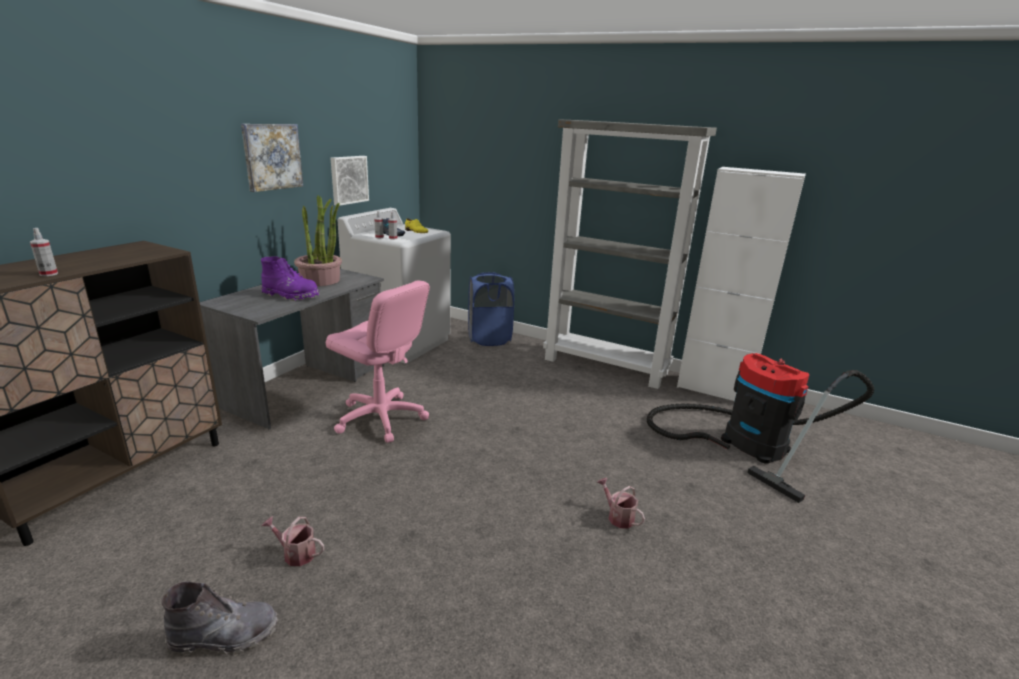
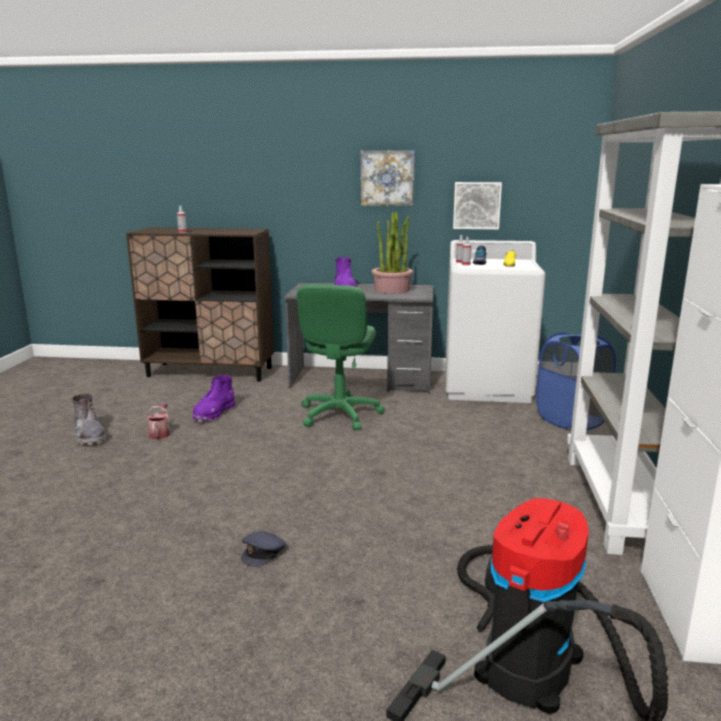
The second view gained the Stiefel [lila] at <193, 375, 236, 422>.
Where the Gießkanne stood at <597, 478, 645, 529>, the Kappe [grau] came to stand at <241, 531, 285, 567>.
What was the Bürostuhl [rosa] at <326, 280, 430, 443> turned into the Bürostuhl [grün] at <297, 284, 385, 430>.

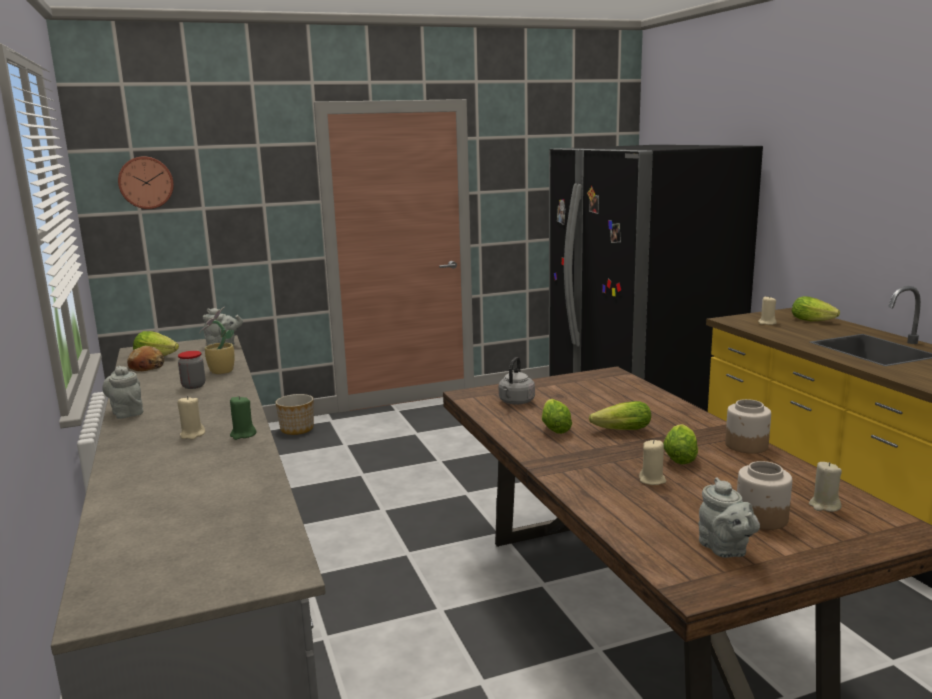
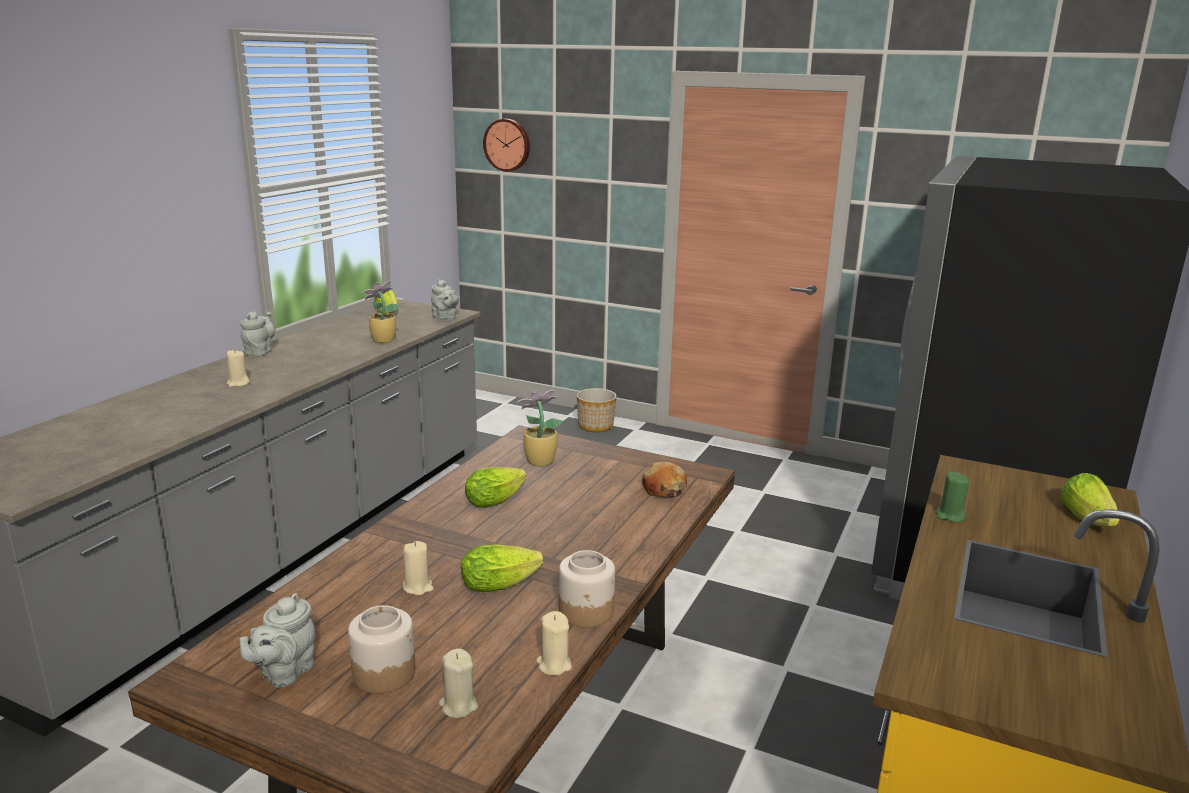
Where the Wasserkessel [grau] stood at <499, 357, 535, 404>, the Topfpflanze came to stand at <517, 390, 563, 466>.
The Kerze [beige] ended up elsewhere, having gone from <758, 296, 777, 325> to <536, 611, 572, 676>.
The Brot ended up elsewhere, having gone from <127, 346, 164, 371> to <642, 462, 687, 498>.
The Kerze [grün] ended up elsewhere, having gone from <230, 396, 256, 440> to <935, 471, 970, 522>.
The second view lost the Vorratsglas at <178, 351, 205, 389>.
The second view lost the Salatkopf at <589, 401, 651, 430>.

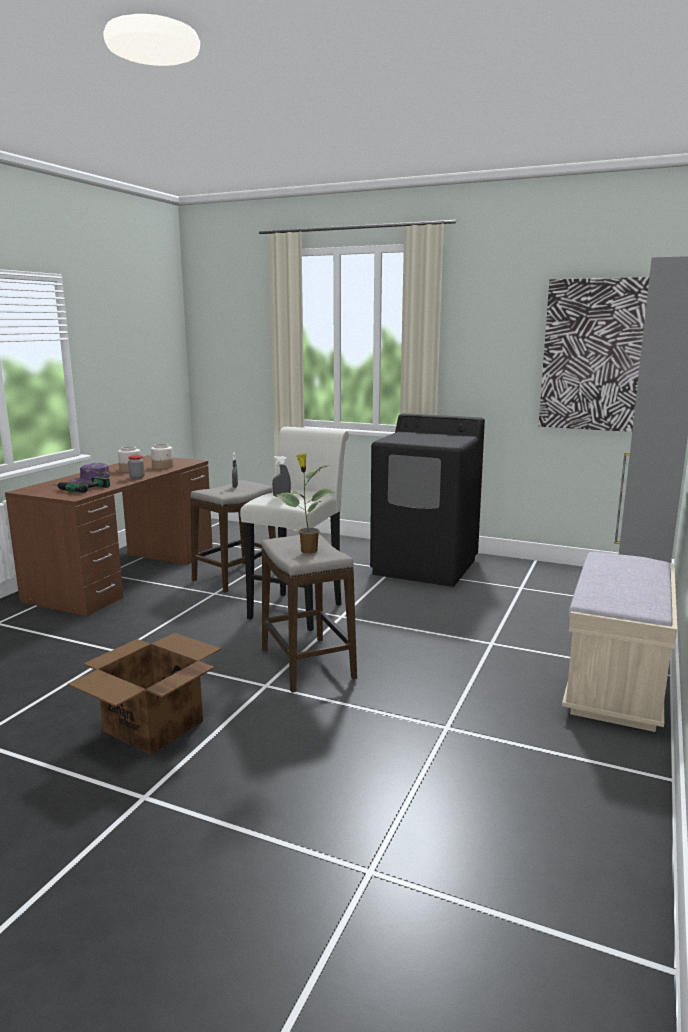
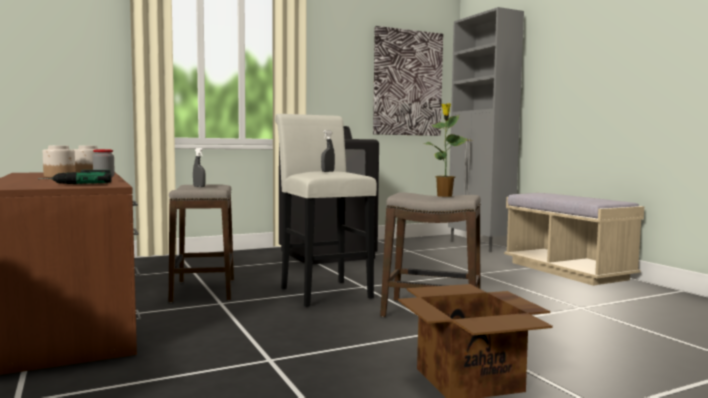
The second view lost the Kappe [lila] at <69, 463, 110, 483>.

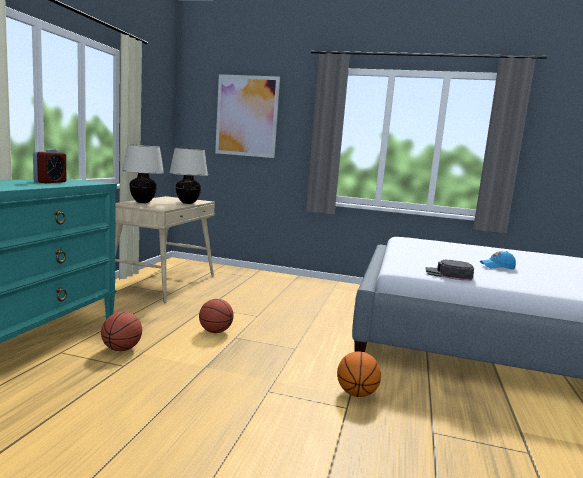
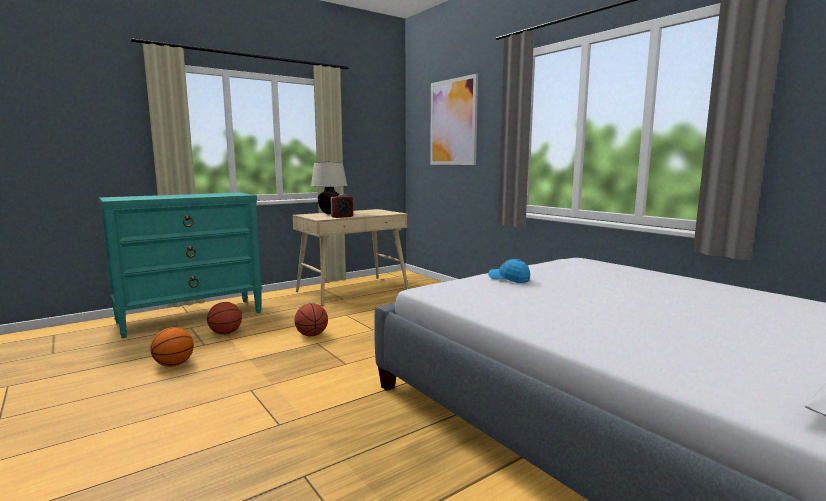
The Basketball ended up elsewhere, having gone from <337, 351, 381, 397> to <150, 327, 194, 367>.
The Wecker ended up elsewhere, having gone from <33, 149, 66, 183> to <331, 194, 353, 218>.
The Kappe [blau] ended up elsewhere, having gone from <480, 251, 516, 270> to <488, 259, 530, 283>.
The second view lost the Tischlampe [beige] at <169, 148, 208, 204>.
The second view lost the Kappe [schwarz] at <426, 259, 474, 281>.

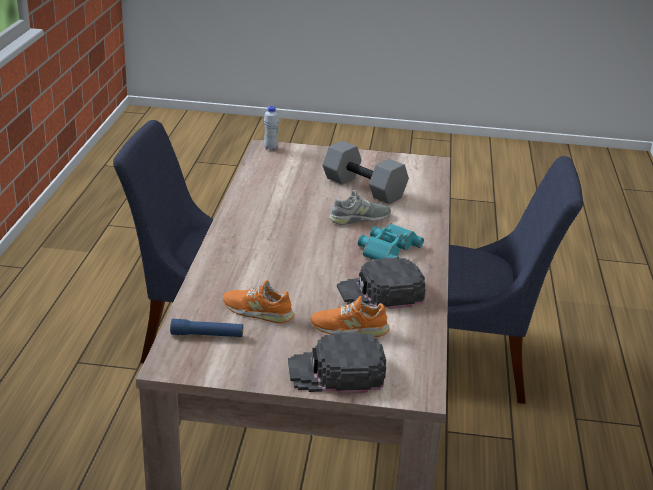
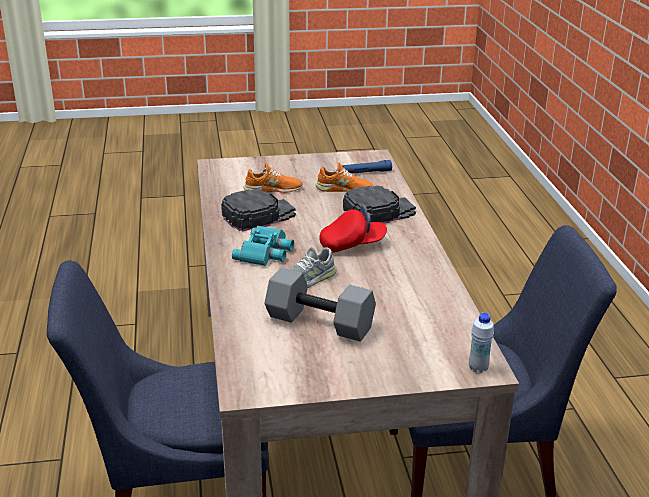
The second view gained the Kappe [rot] at <319, 205, 387, 252>.
The Kappe [schwarz] ended up elsewhere, having gone from <288, 332, 386, 393> to <343, 185, 416, 224>.

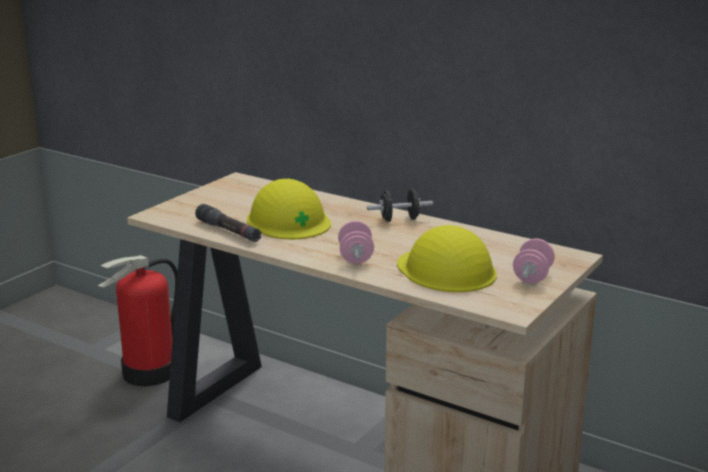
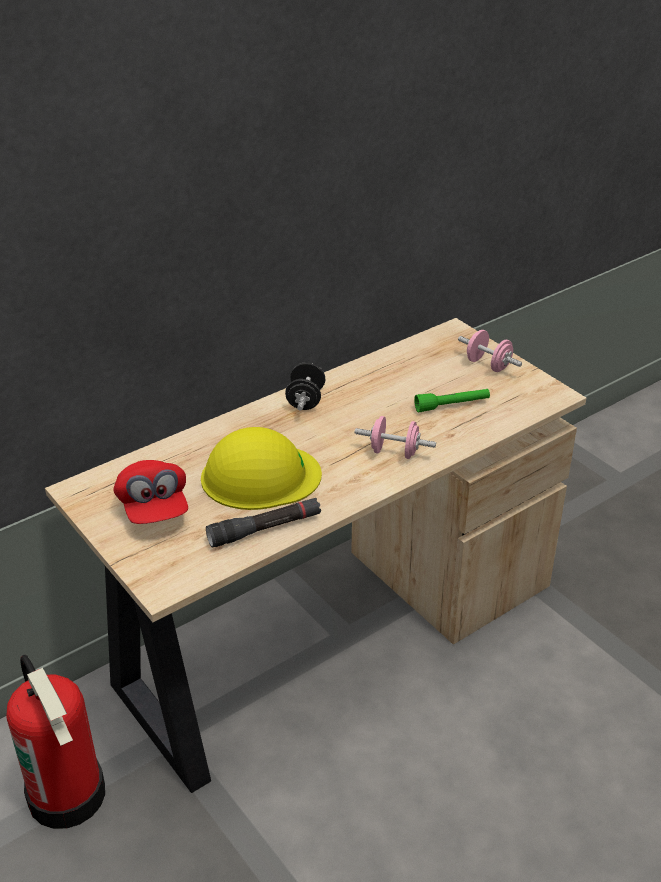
The second view gained the Kappe [rot] at <114, 460, 188, 524>.
Where the Schutzhelm [gelb] stood at <397, 225, 497, 292>, the Taschenlampe [grün] came to stand at <414, 389, 490, 413>.

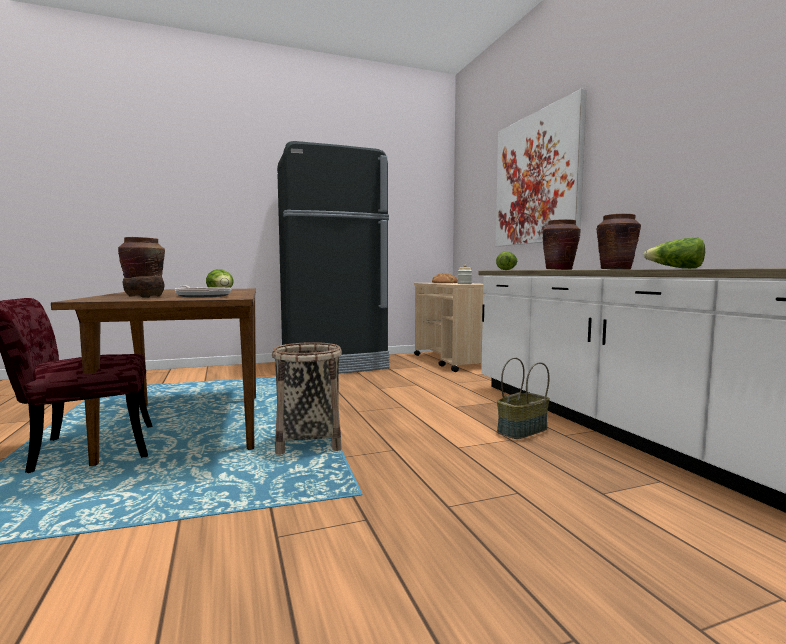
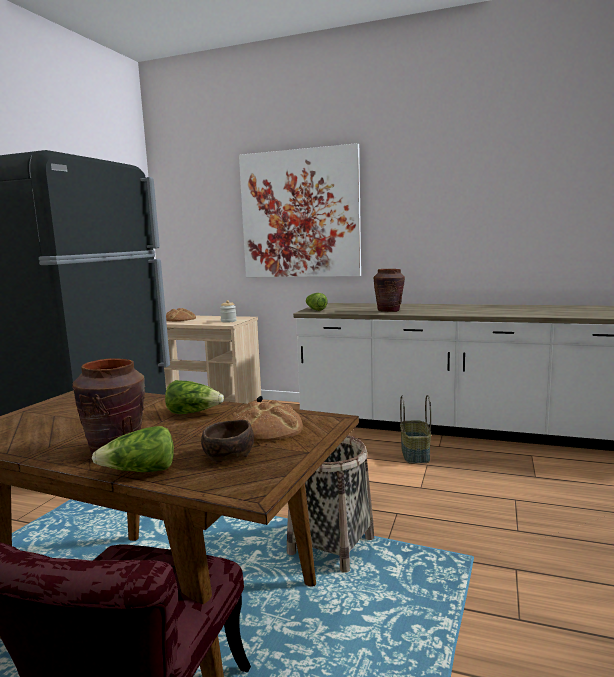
The Salatkopf ended up elsewhere, having gone from <643, 238, 705, 269> to <92, 426, 174, 472>.
Where the Pfanne stood at <175, 285, 231, 297>, the Brot came to stand at <232, 400, 303, 441>.
The second view lost the Vase [braun] at <596, 214, 641, 270>.

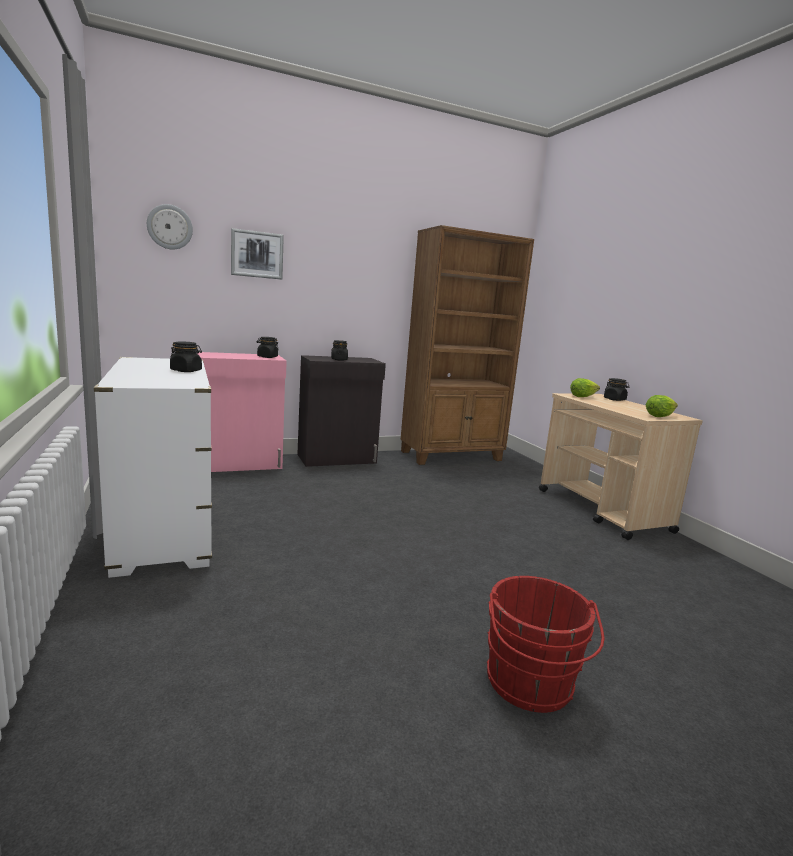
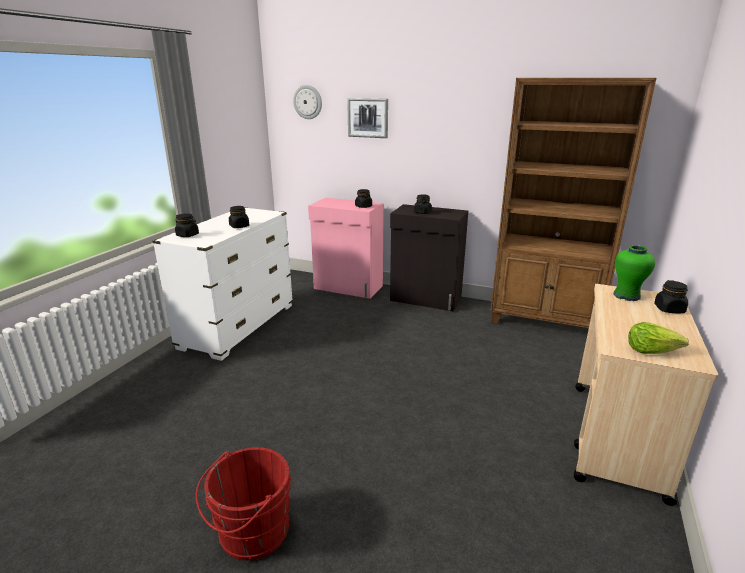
The second view gained the Vorratsglas [schwarz] at <175, 213, 199, 237>.
Where the Salatkopf stood at <570, 378, 600, 397>, the Vase [grün] came to stand at <613, 245, 655, 301>.

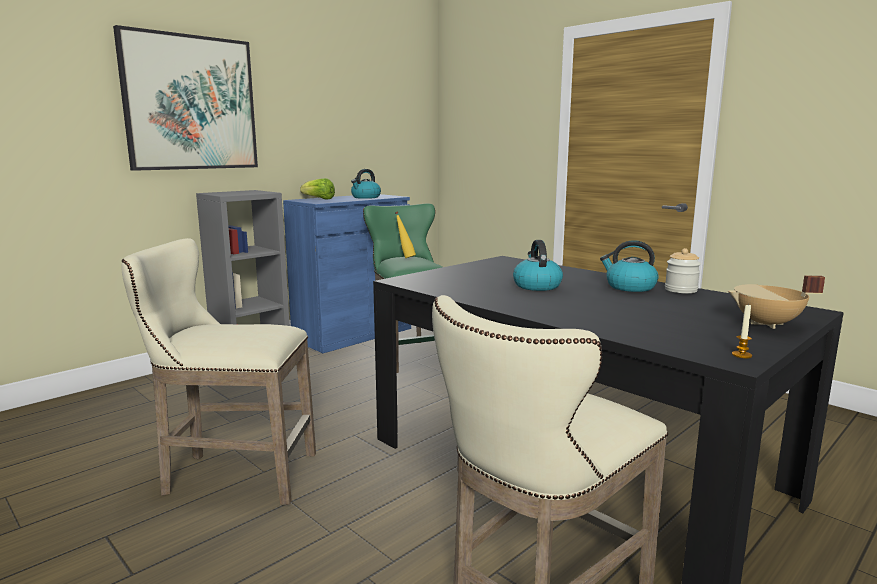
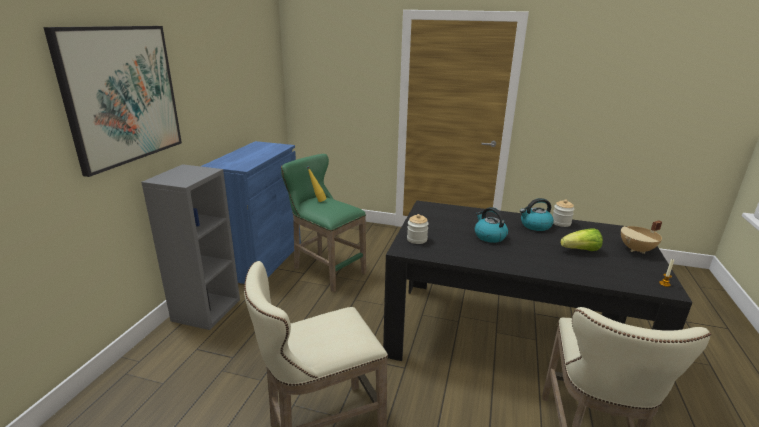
The second view gained the Vorratsglas at <407, 214, 429, 244>.
The Salatkopf ended up elsewhere, having gone from <300, 178, 335, 200> to <560, 228, 603, 251>.
The second view lost the Wasserkessel at <351, 169, 381, 199>.

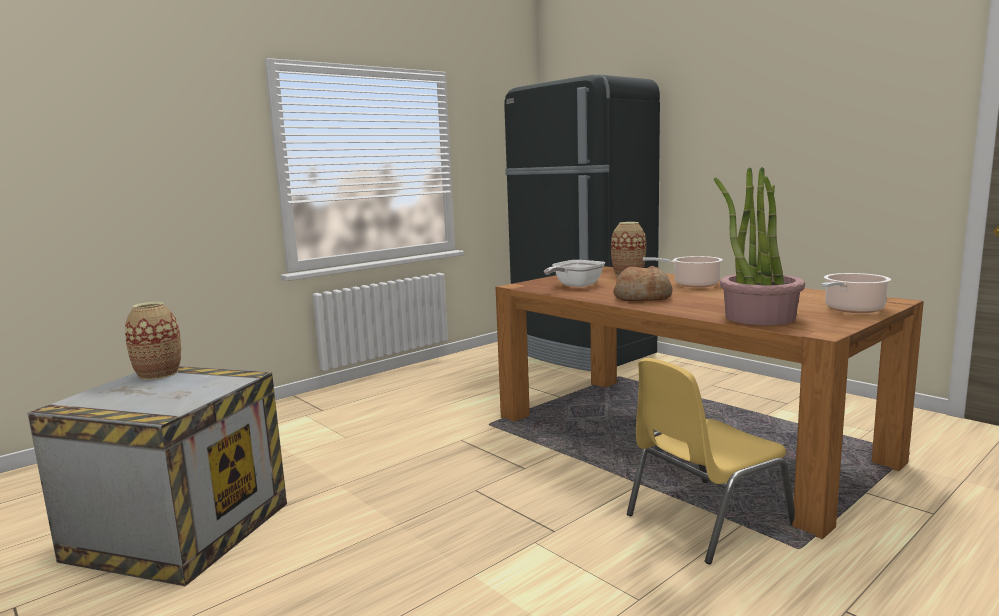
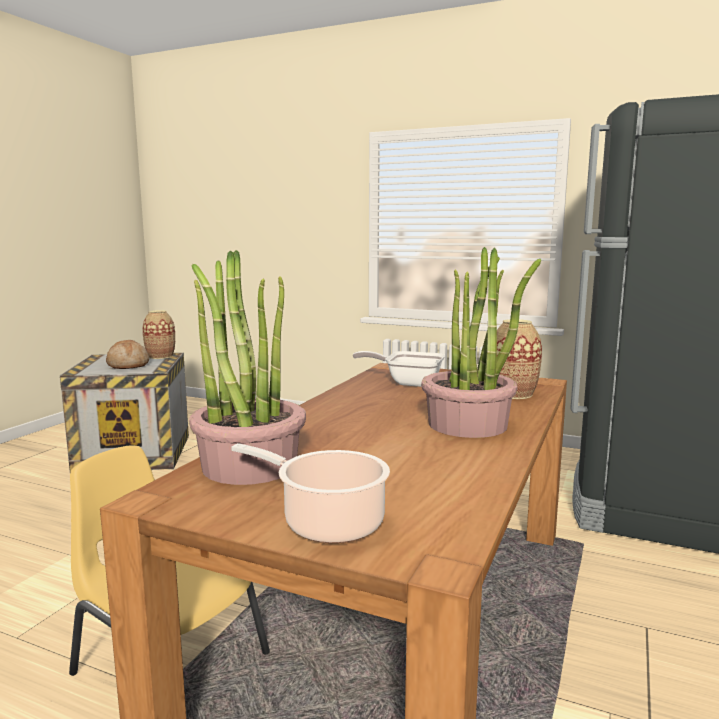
The Brot ended up elsewhere, having gone from <613, 266, 672, 301> to <106, 340, 149, 369>.
Where the Kochtopf stood at <643, 256, 723, 288>, the Topfpflanze came to stand at <421, 247, 541, 438>.

